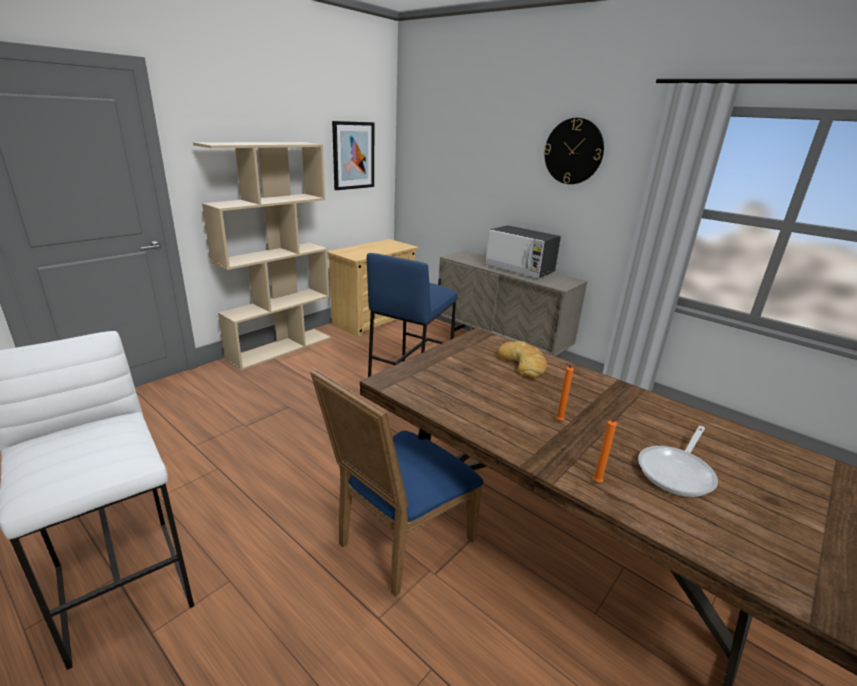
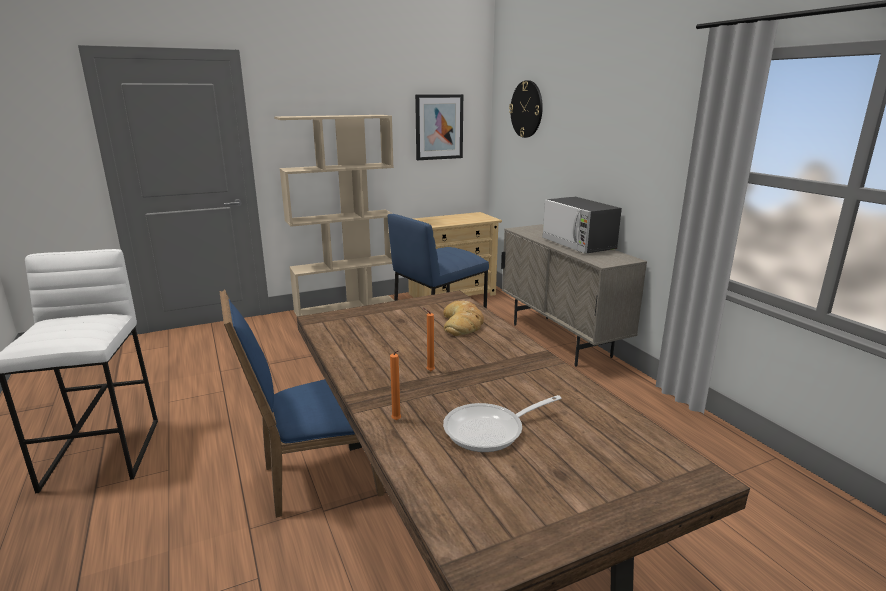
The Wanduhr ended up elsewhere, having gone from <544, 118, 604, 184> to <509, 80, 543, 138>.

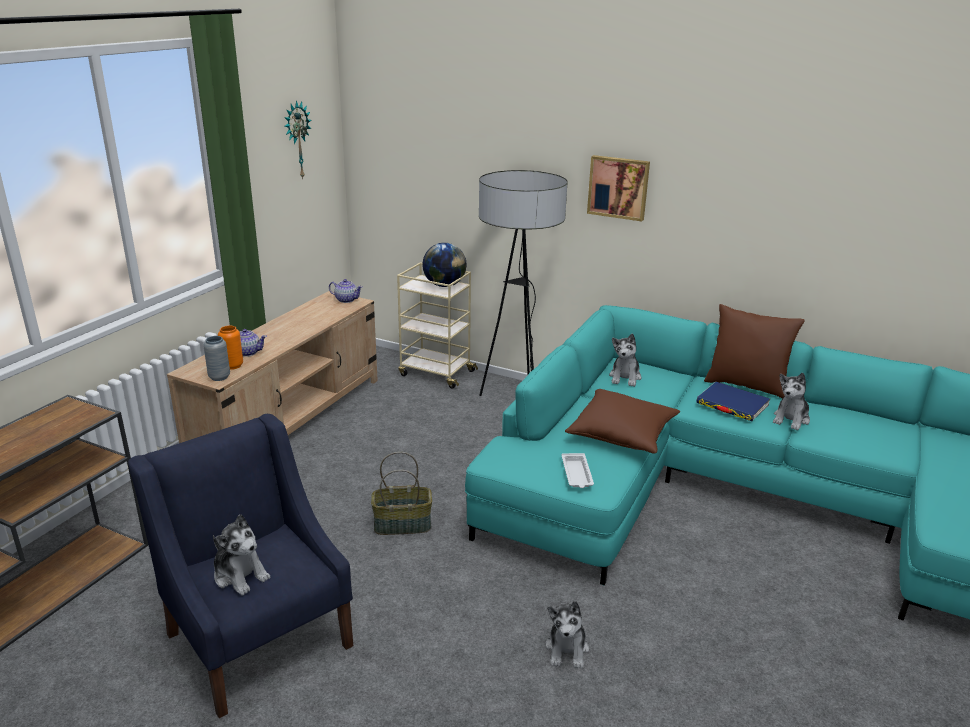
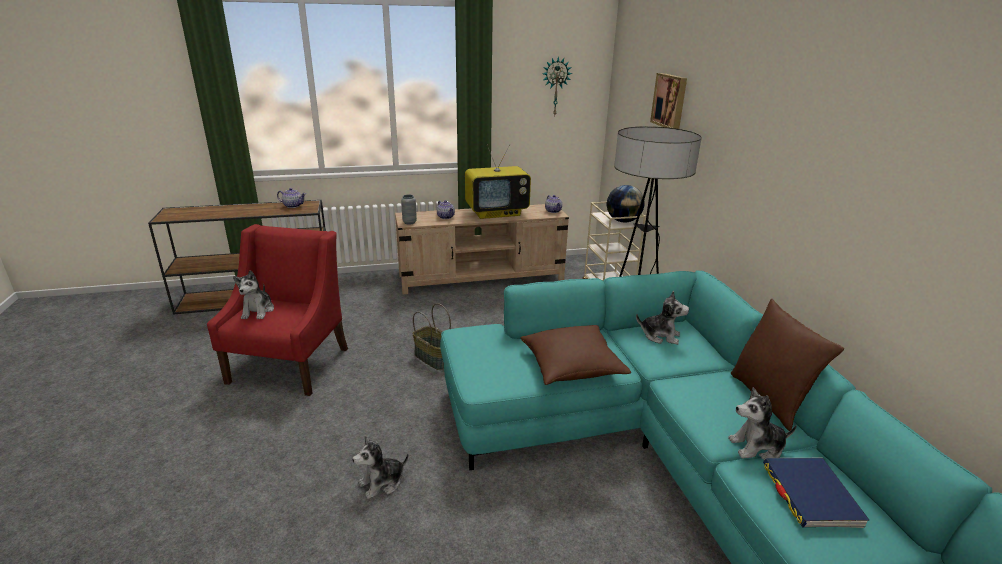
What was the Sessel [blau] at <128, 414, 353, 718> turned into the Sessel [rot] at <207, 224, 348, 396>.
The second view gained the Teekanne at <277, 188, 306, 208>.
The second view gained the Fernseher at <465, 144, 531, 219>.
The Plüschtier at <609, 333, 641, 387> ended up facing another way, 135 degrees counterclockwise from before.
The Bild ended up elsewhere, having gone from <587, 155, 650, 221> to <650, 73, 687, 129>.
The Buch [blau] ended up elsewhere, having gone from <696, 382, 770, 421> to <763, 458, 869, 528>.
The second view lost the Vase [orange] at <218, 325, 243, 370>.
The second view lost the Tablett [weiß] at <561, 453, 594, 488>.

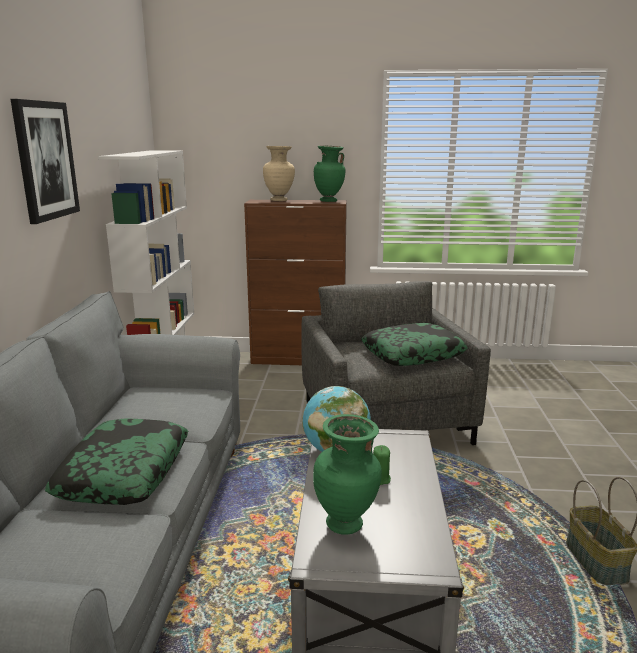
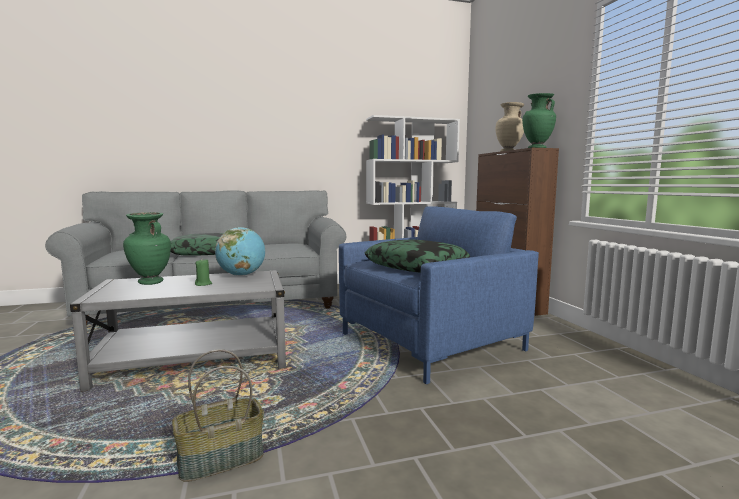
What was the Sessel [grau] at <301, 281, 491, 445> turned into the Sessel [blau] at <339, 206, 539, 384>.
The second view lost the Bild at <11, 99, 80, 224>.

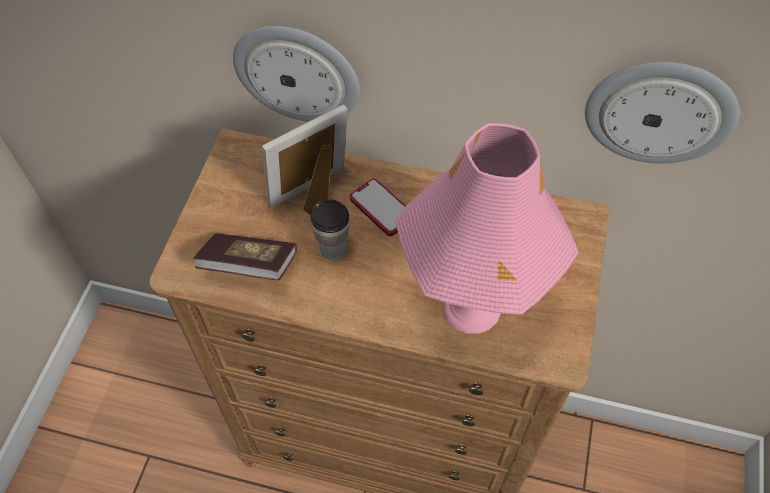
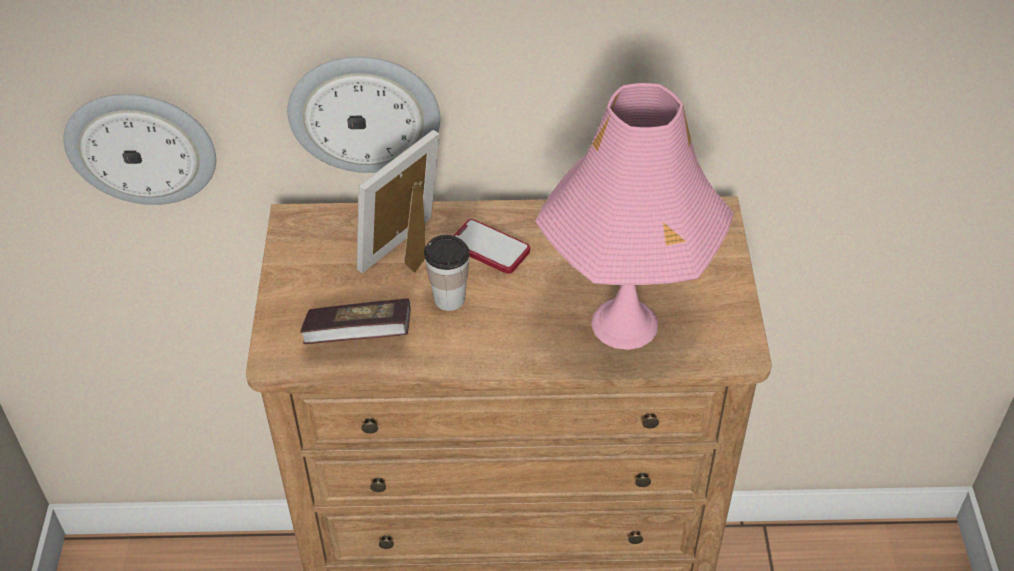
The Wanduhr ended up elsewhere, having gone from <585, 62, 740, 163> to <63, 94, 216, 205>.

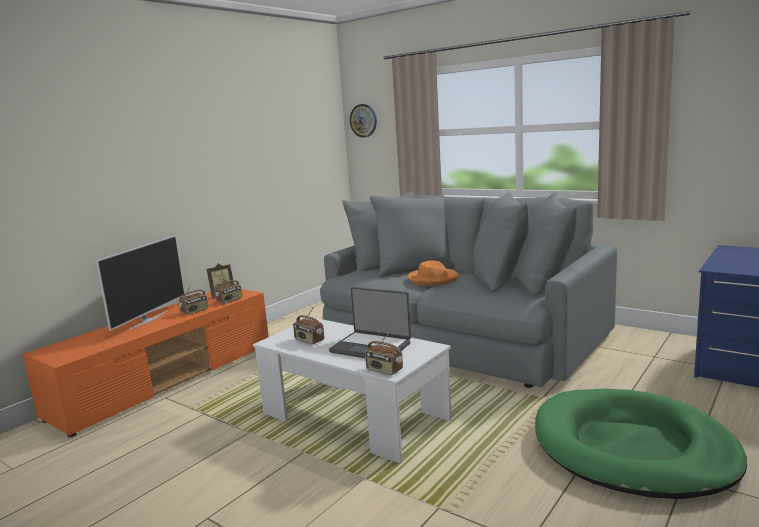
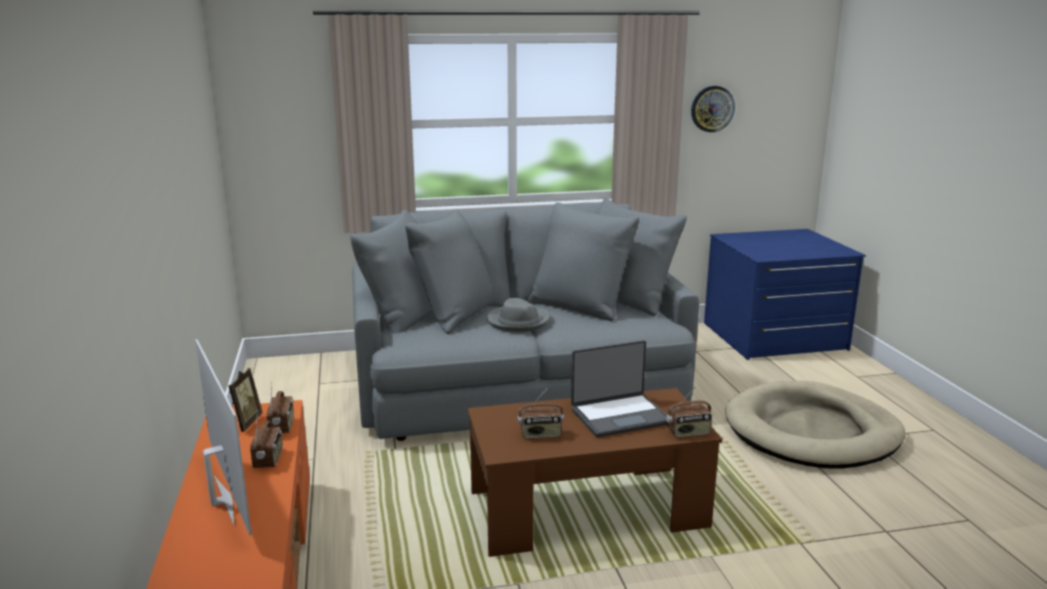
What was the Couchtisch [weiß] at <253, 318, 452, 464> turned into the Couchtisch [braun] at <468, 388, 722, 557>.
What was the Hut [orange] at <407, 261, 459, 286> turned into the Hut [grau] at <486, 298, 550, 332>.
The Wanduhr ended up elsewhere, having gone from <350, 104, 377, 138> to <691, 86, 735, 132>.
What was the Hundebett [grün] at <535, 389, 747, 499> turned into the Hundebett [beige] at <725, 380, 906, 469>.

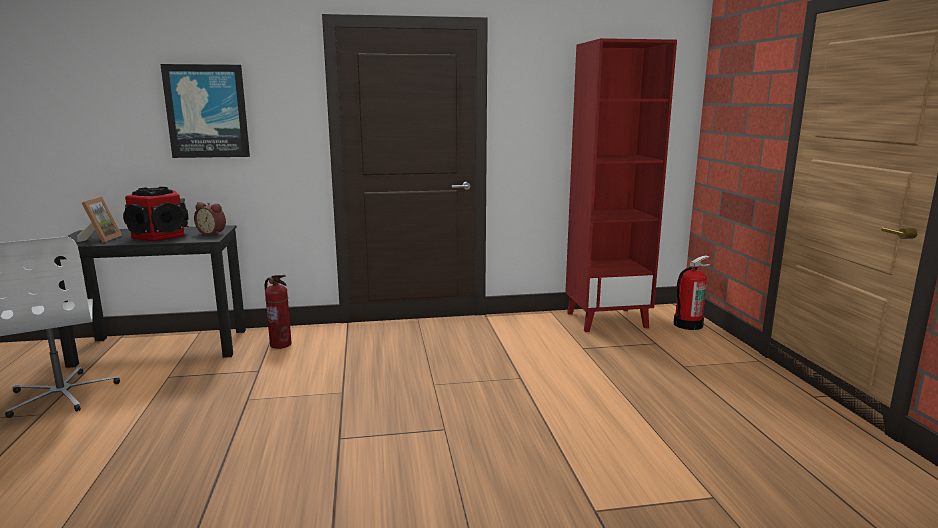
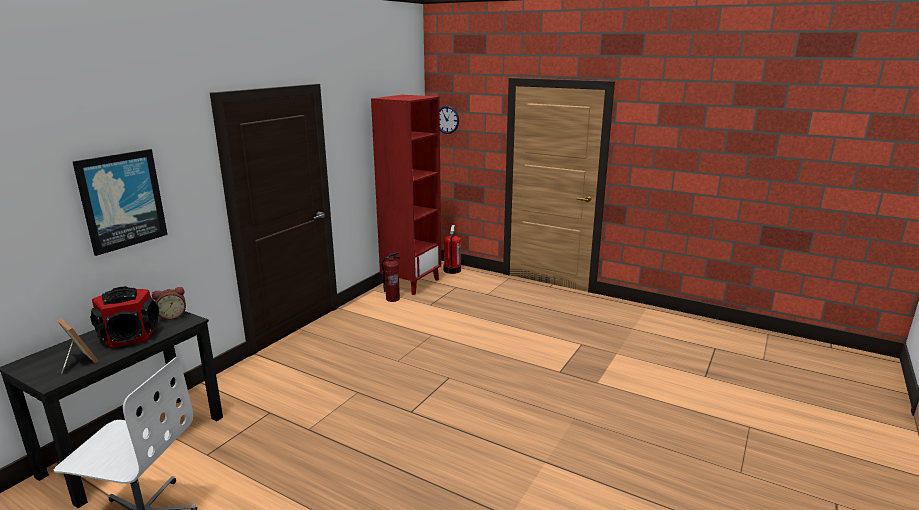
The Feuerlöscher ended up elsewhere, having gone from <265, 275, 292, 349> to <382, 252, 400, 302>.
The second view gained the Wanduhr at <440, 106, 459, 134>.

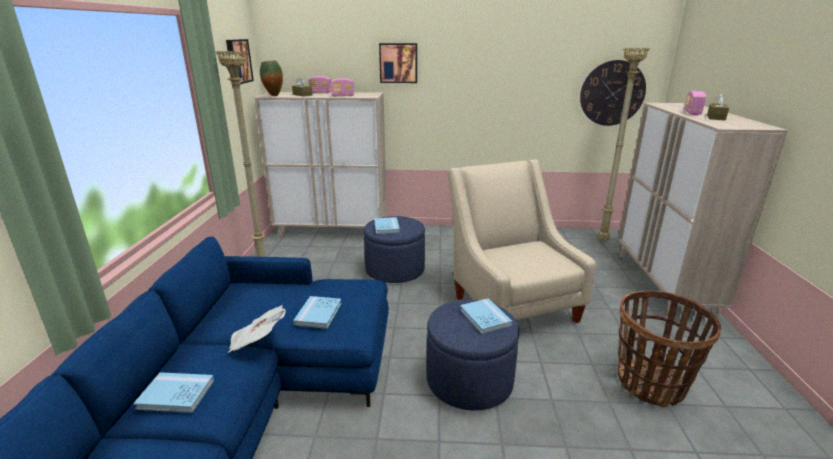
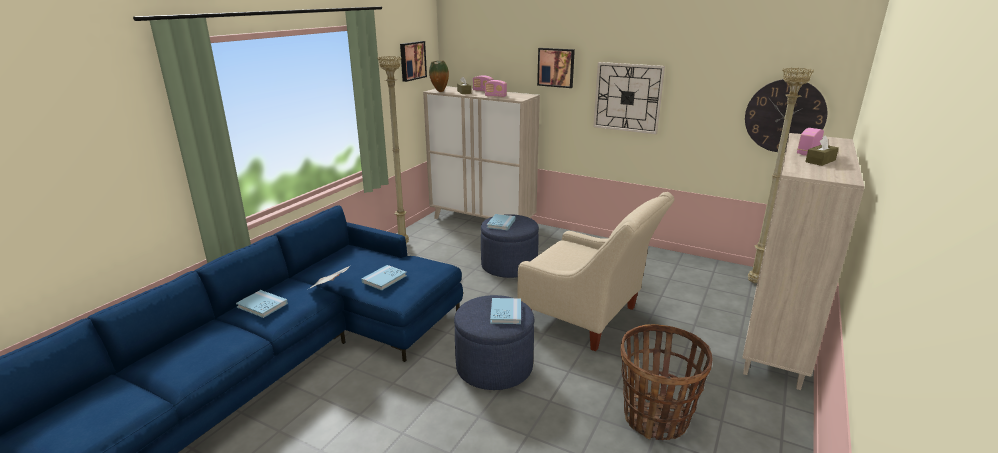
The Sessel [beige] at <448, 159, 596, 323> ended up facing another way, 120 degrees clockwise from before.
The second view gained the Wanduhr at <593, 62, 665, 134>.

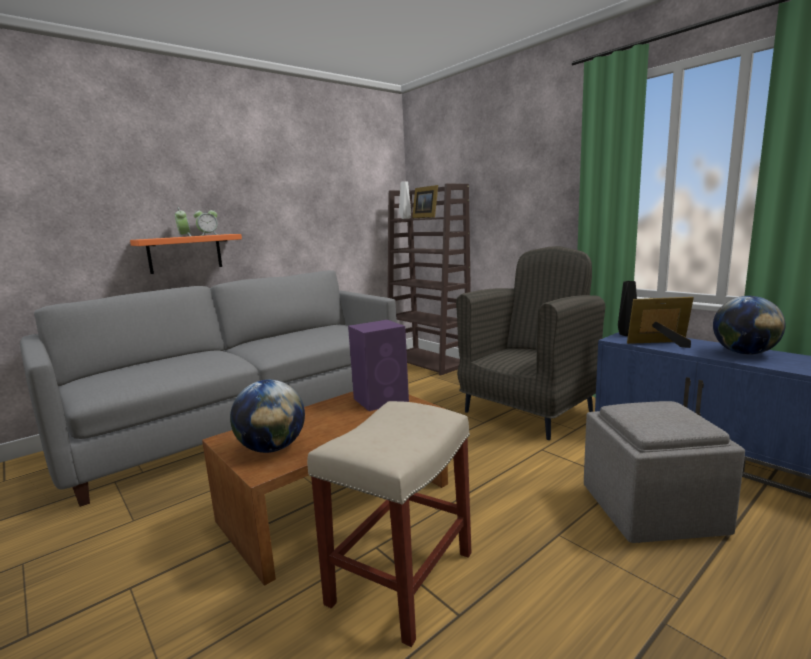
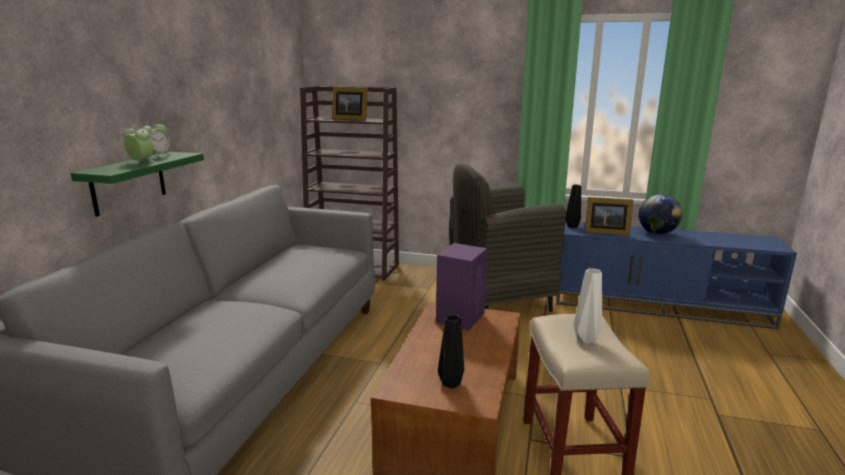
What was the Wandregal [orange] at <130, 234, 242, 274> turned into the Wandregal [grün] at <71, 152, 204, 216>.
Where the Globus stood at <230, 380, 305, 453>, the Vase [schwarz] came to stand at <438, 315, 464, 389>.
The Sessel [grau] at <456, 246, 605, 440> ended up facing another way, 120 degrees counterclockwise from before.
The Vase [weiß] ended up elsewhere, having gone from <399, 181, 411, 219> to <574, 268, 602, 344>.
The Bilderrahmen at <627, 297, 694, 348> ended up facing another way, 135 degrees counterclockwise from before.
The second view lost the Polsterhocker [grau] at <584, 401, 745, 543>.

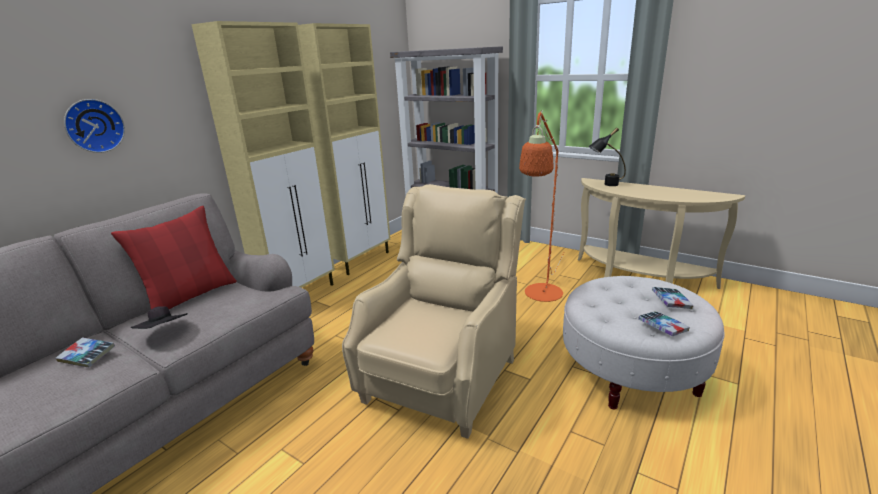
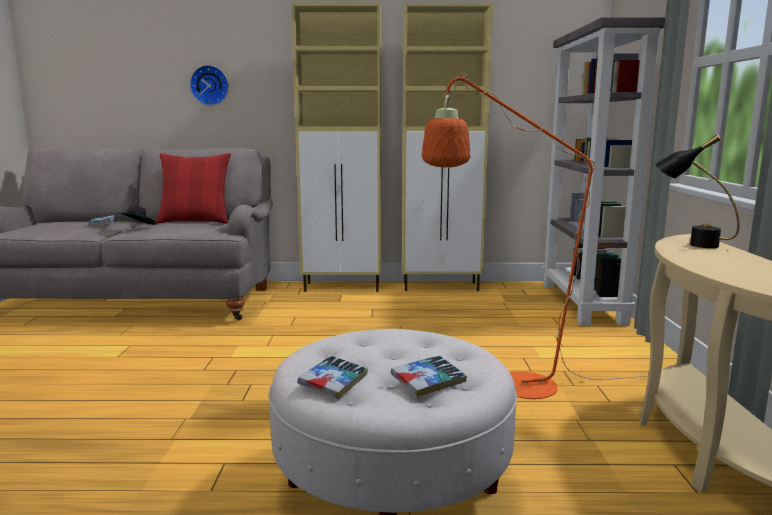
The second view lost the Sessel [beige] at <342, 184, 526, 439>.

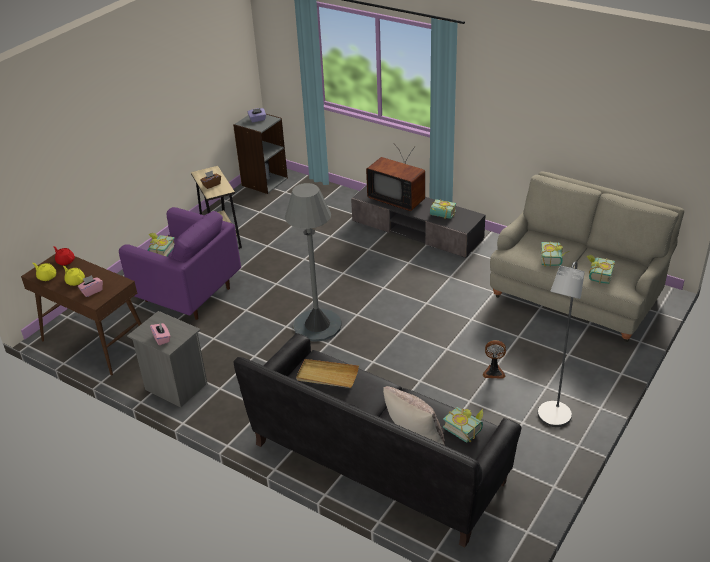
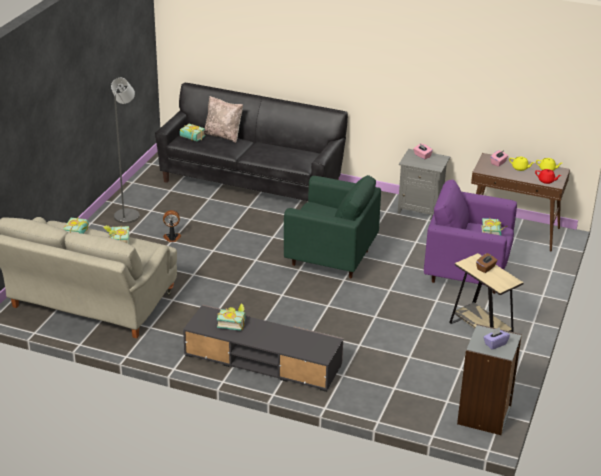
Where the Stehlampe [grau] stood at <285, 183, 342, 342>, the Sessel [grün] came to stand at <284, 175, 381, 278>.
The second view lost the Tablett [beige] at <296, 359, 359, 388>.
The second view lost the Fernseher at <366, 144, 425, 211>.

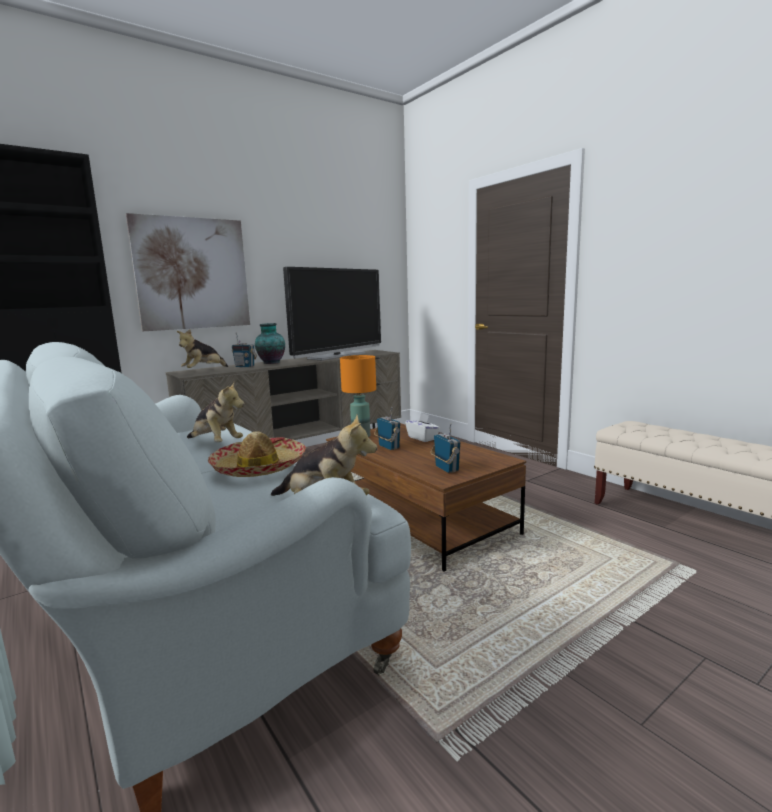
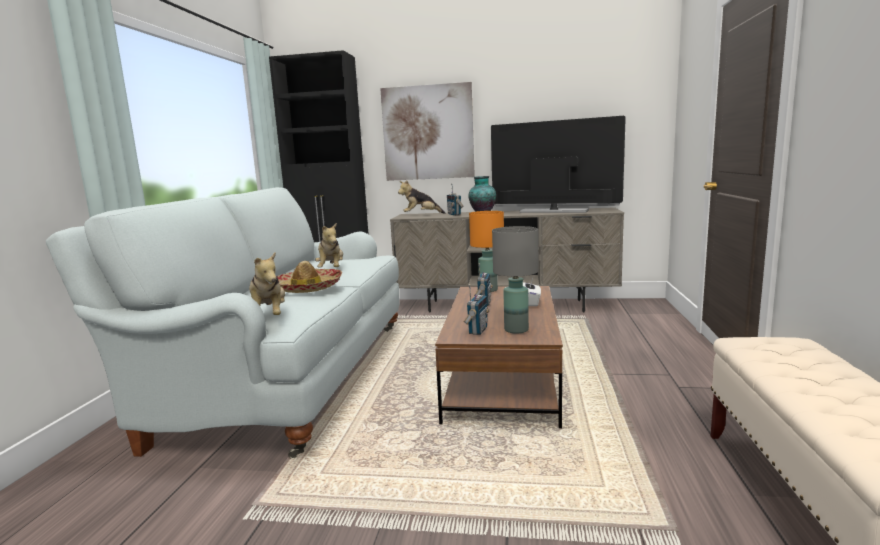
The Fernseher at <283, 267, 381, 360> ended up facing another way, 150 degrees counterclockwise from before.
The second view gained the Tischlampe [grau] at <492, 226, 538, 334>.

